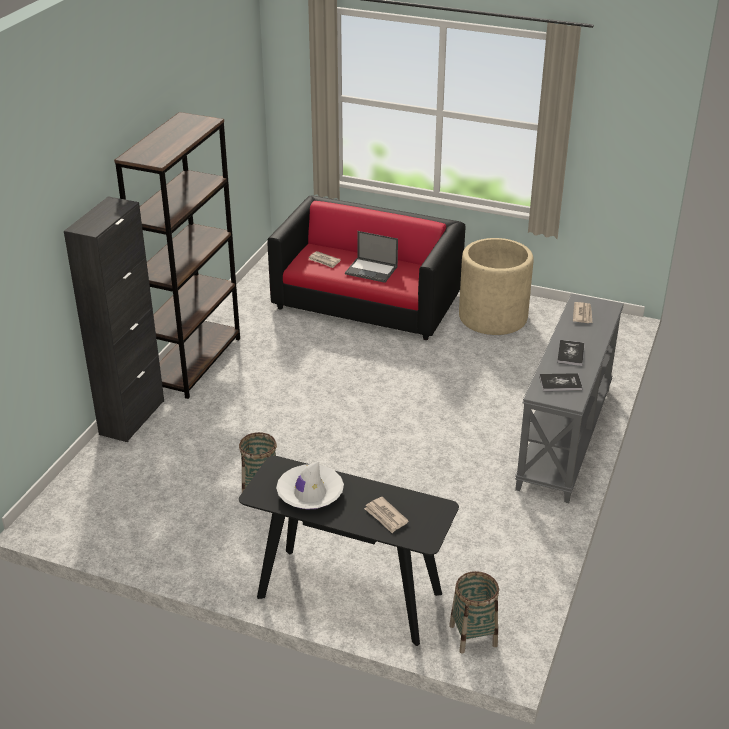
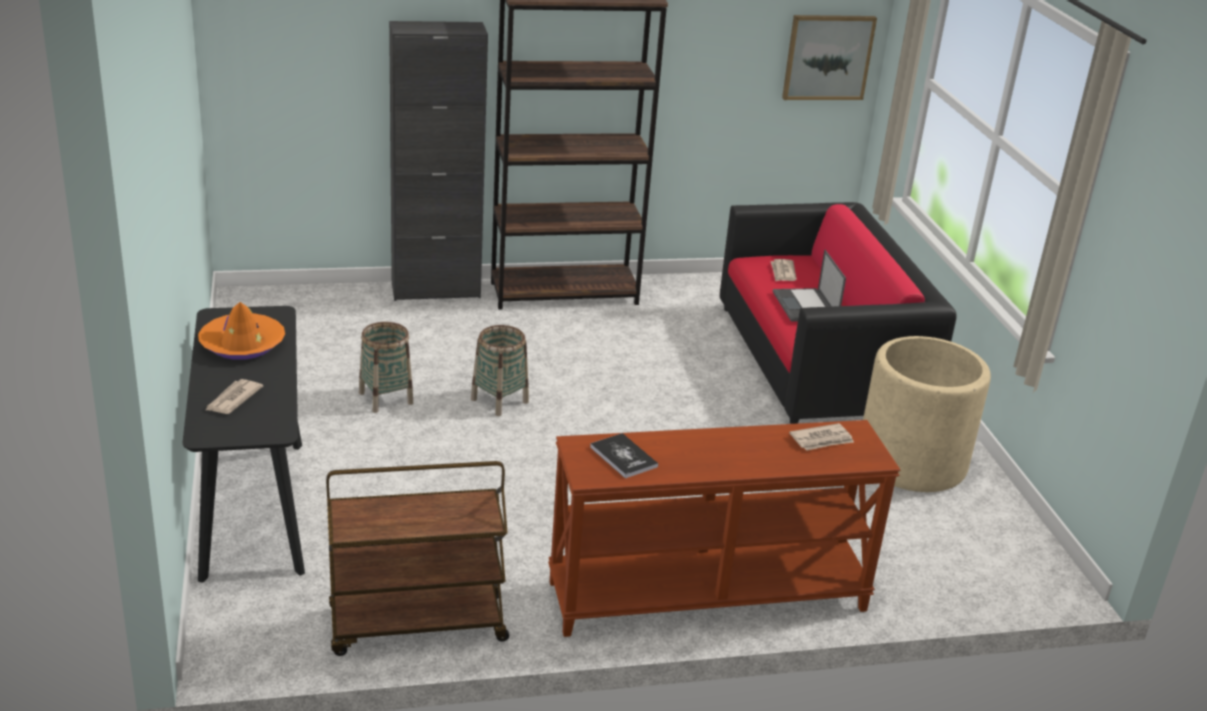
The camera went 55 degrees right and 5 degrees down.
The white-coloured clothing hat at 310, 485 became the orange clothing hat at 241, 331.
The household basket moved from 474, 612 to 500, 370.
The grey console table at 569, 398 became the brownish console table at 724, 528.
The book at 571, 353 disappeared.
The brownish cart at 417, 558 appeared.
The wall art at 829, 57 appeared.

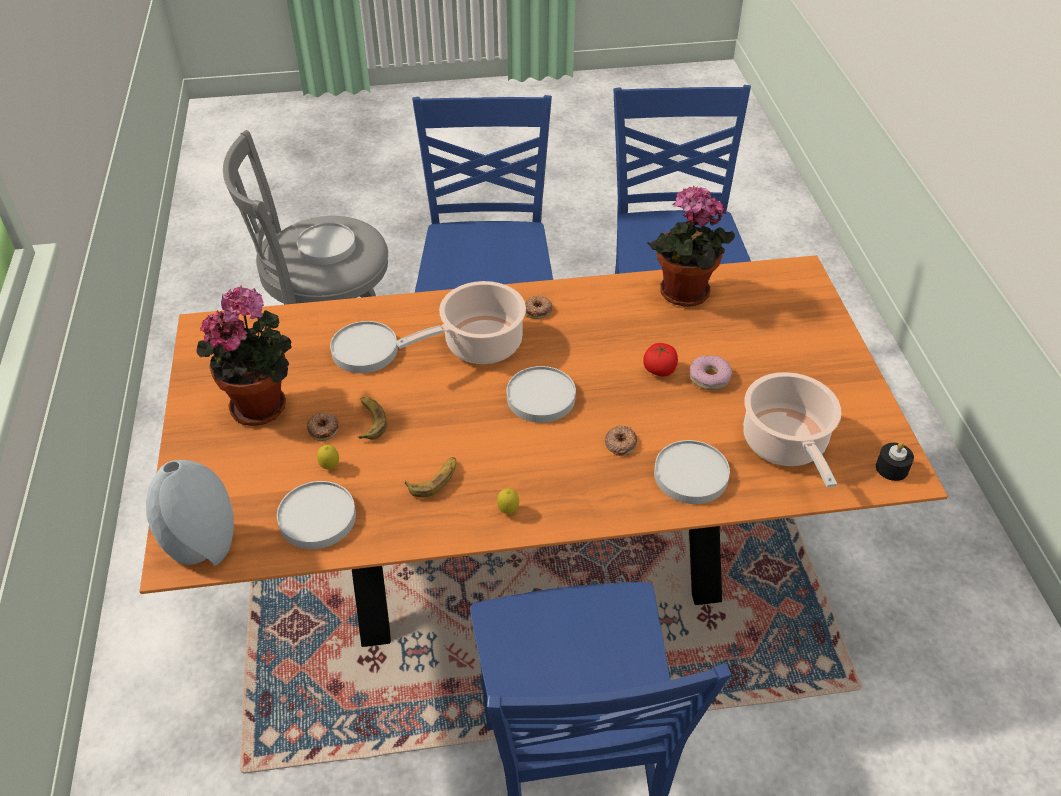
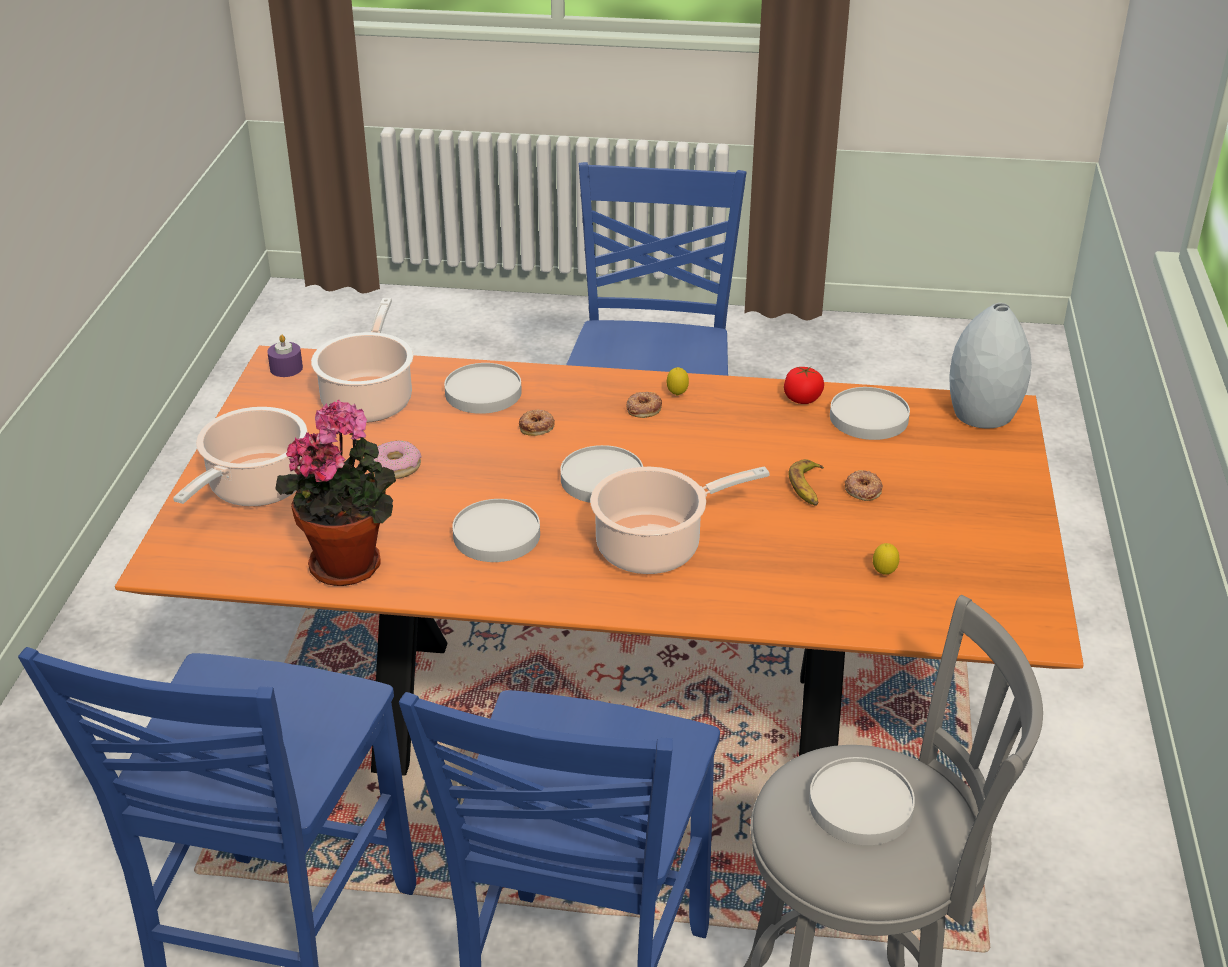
The camera went 165 degrees left and 10 degrees down.
The potted plant at 244, 355 disappeared.
The lemon moved from 328, 457 to 886, 559.
The white-coloured flat dish moved from 364, 347 to 496, 530.
The whole banana at 430, 477 disappeared.
The ring doughnut moved from 539, 307 to 644, 405.
The whole tomato moved from 660, 359 to 804, 385.
The blackish wax candle at 895, 461 became the purple wax candle at 285, 356.
The cooking pot at 240, 457 appeared.

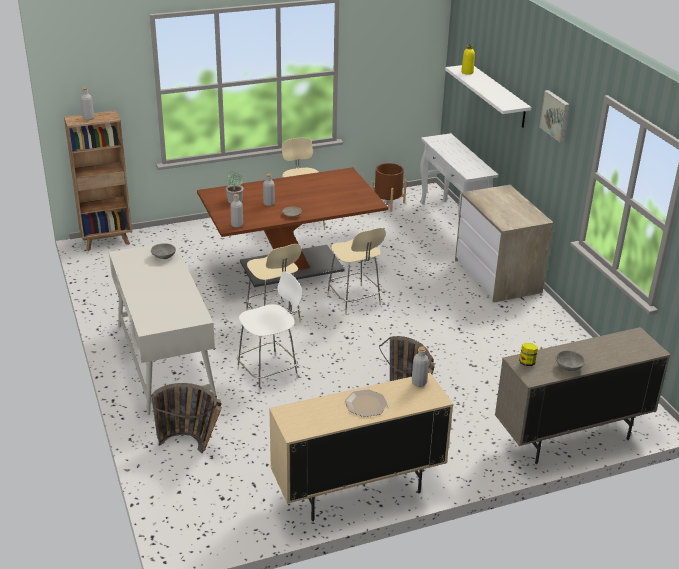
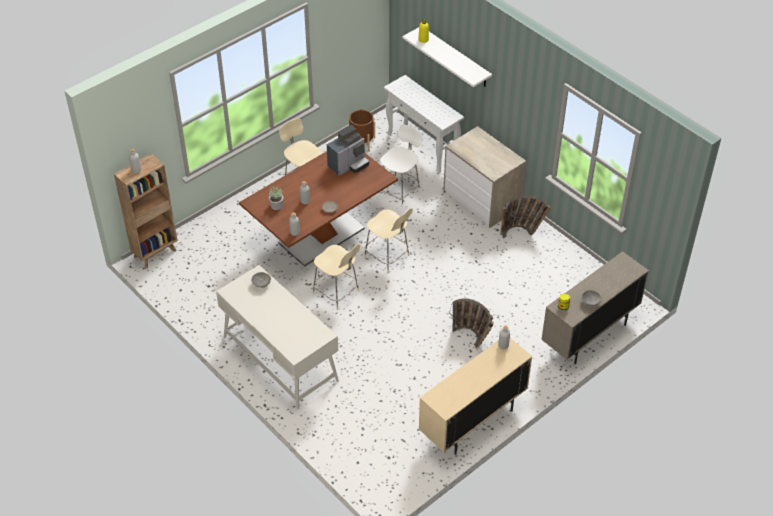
The camera went 20 degrees left and 15 degrees up.
The household basket moved from 186, 418 to 525, 216.
The white-coloured chair moved from 270, 332 to 400, 166.
The flat dish at 366, 403 disappeared.
The wall art at 554, 116 disappeared.
The coffee maker at 348, 150 appeared.

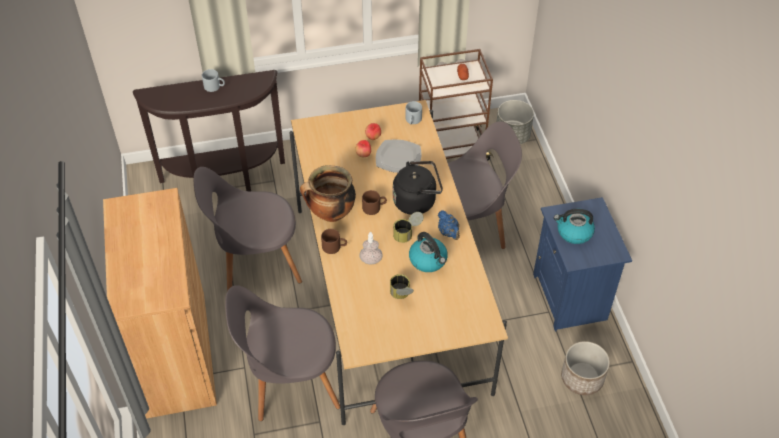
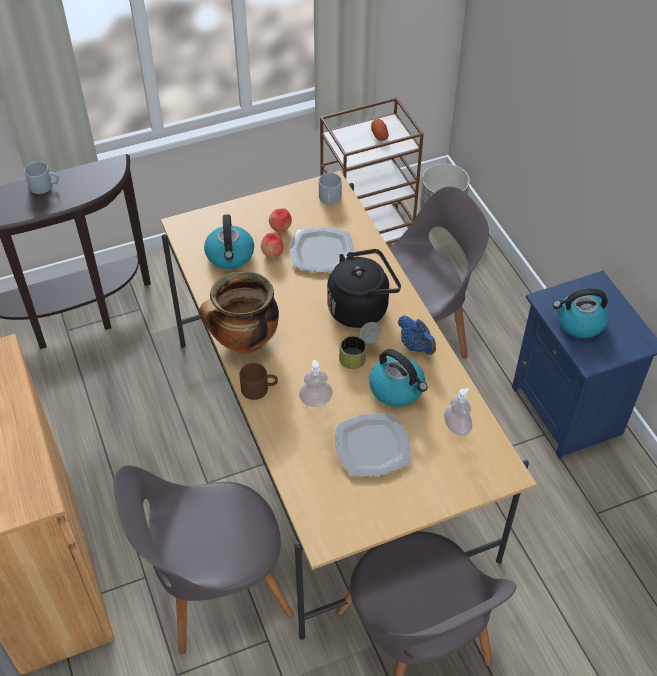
The camera went 10 degrees left and 0 degrees up.
The grey chair at 248, 229 disappeared.
The brownish tea mug at 374, 202 disappeared.
The can at 402, 286 was replaced by the flat dish at 373, 444.
The planter at 585, 368 disappeared.
The water kettle at 229, 242 appeared.
The soap dispenser at 458, 412 appeared.

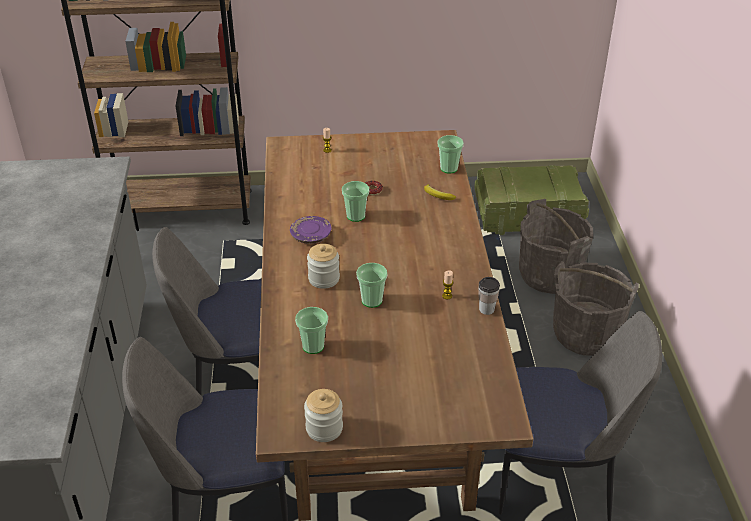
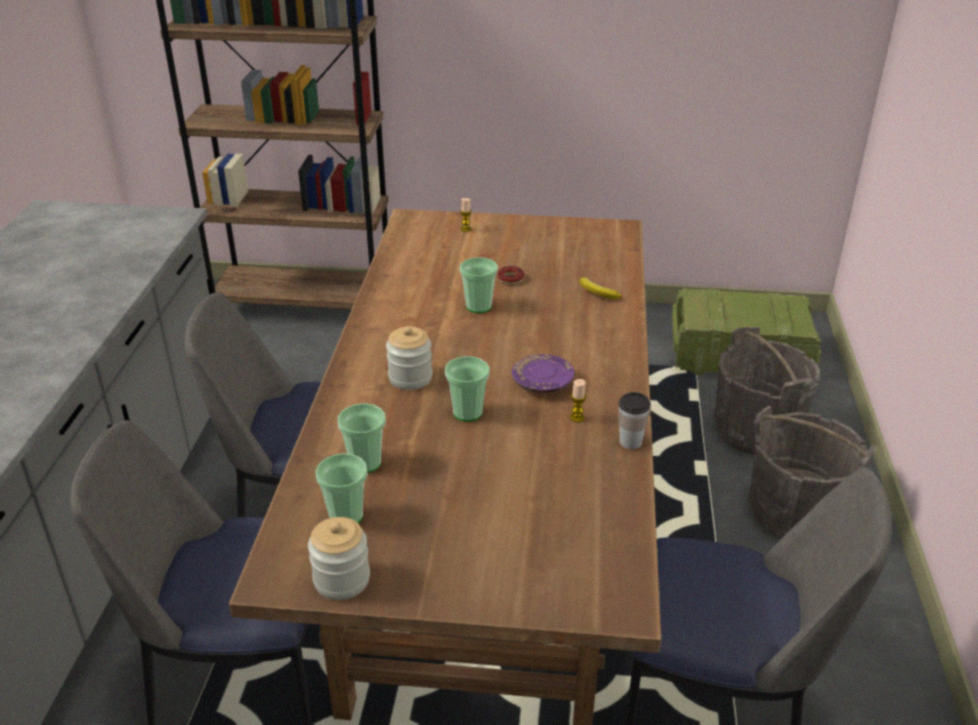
The camera went 10 degrees right and 5 degrees down.
The purple flat dish moved from 311, 230 to 543, 373.
The small cup moved from 451, 154 to 341, 488.

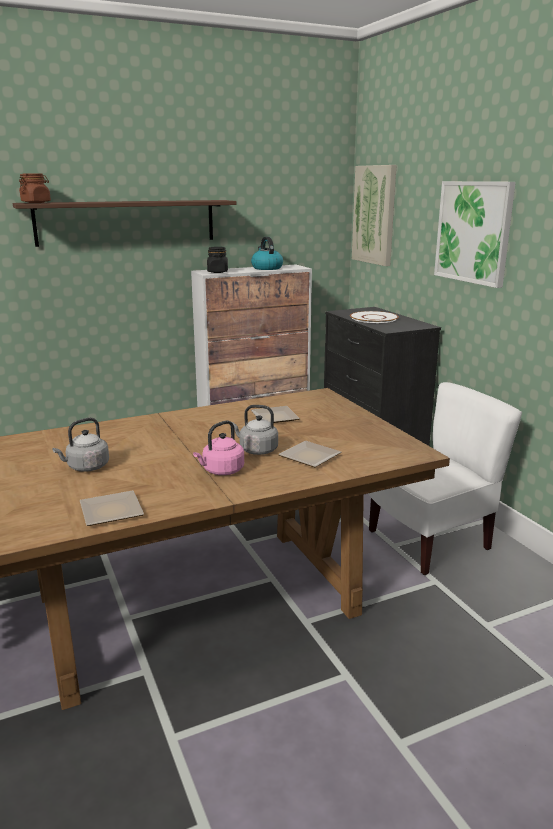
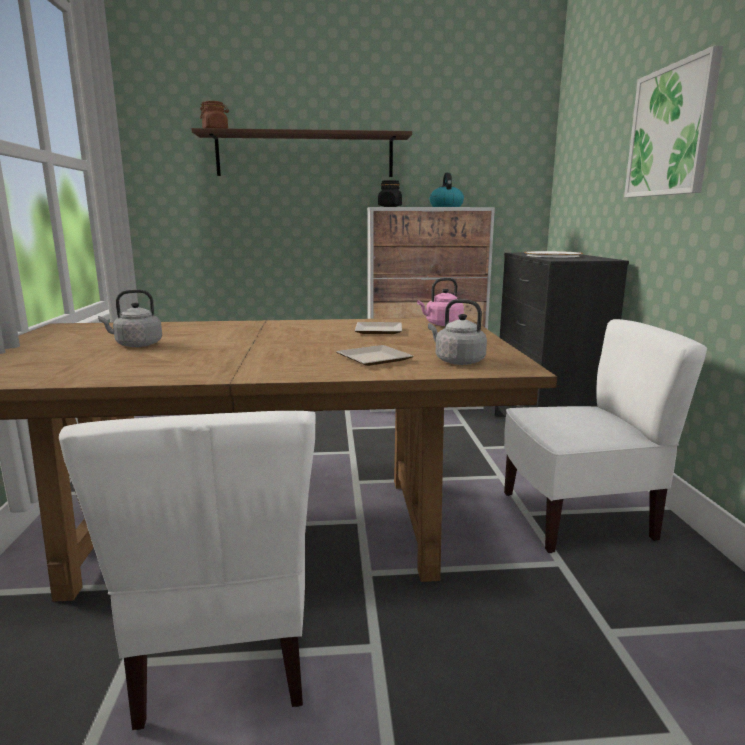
The camera went 20 degrees right and 5 degrees down.
The flat dish at 112, 508 disappeared.
The pinkish water kettle moved from 218, 447 to 440, 302.
The grey water kettle moved from 255, 430 to 457, 332.
The wall art at 374, 215 disappeared.
The white-coloured chair at 187, 570 appeared.

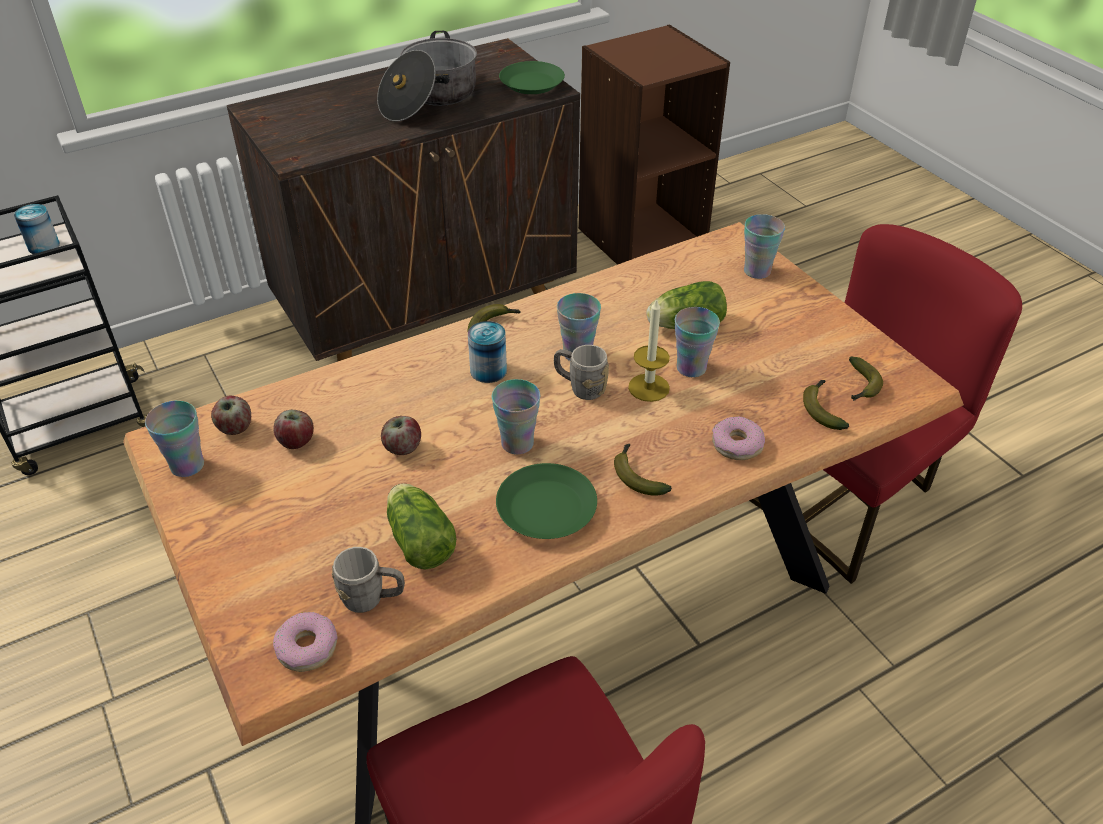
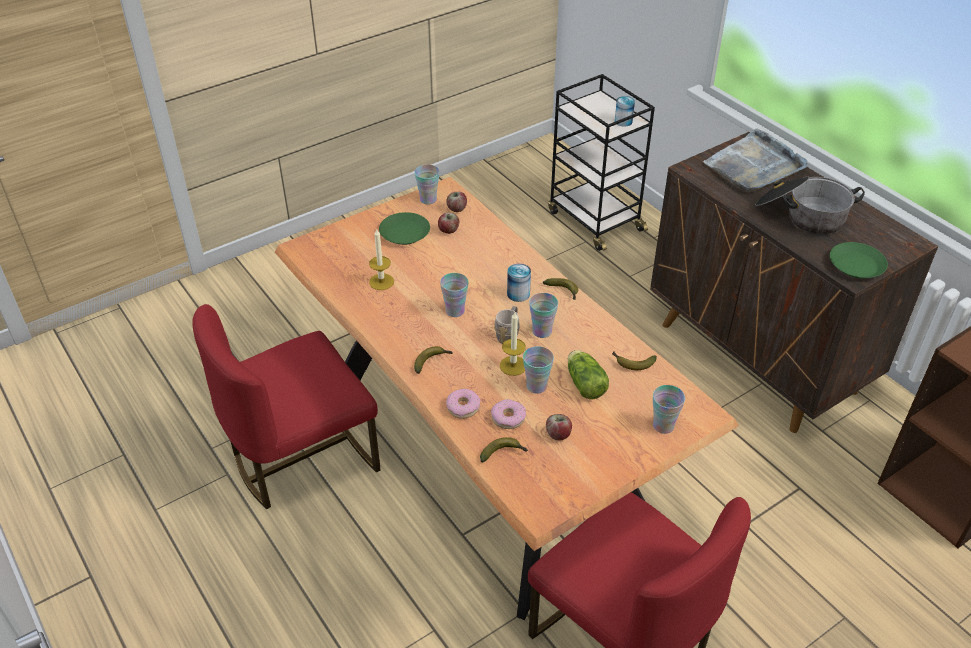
The camera went 85 degrees right and 0 degrees up.
The ring doughnut moved from 305, 642 to 508, 414.
The grey tea mug at 368, 580 disappeared.
The apple moved from 401, 435 to 559, 427.
The lettuce head at 421, 526 was replaced by the wax candle at 381, 259.
The green flat dish moved from 546, 501 to 404, 228.
The whole banana moved from 866, 378 to 634, 360.
The grey serving tray at 755, 160 appeared.

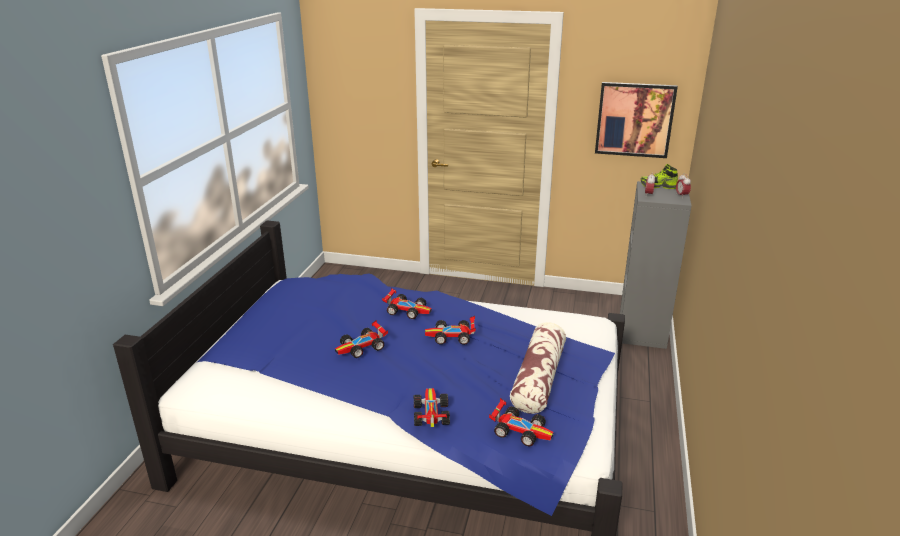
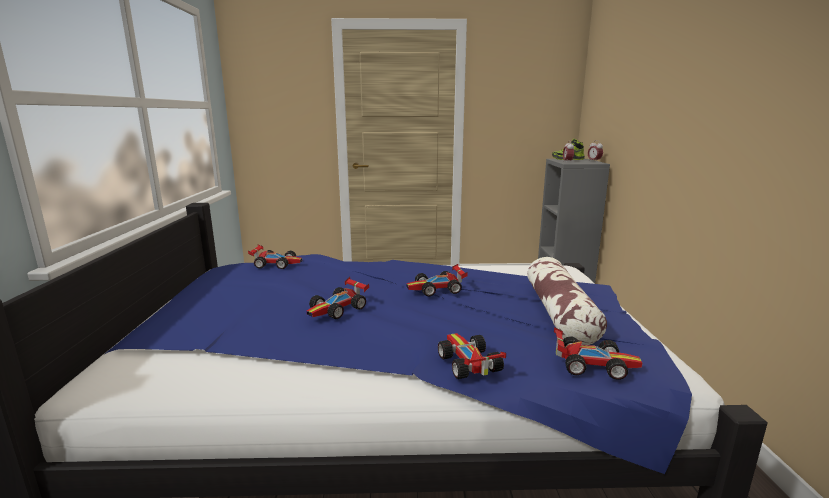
The camera went 15 degrees left and 10 degrees down.
The toy car moved from 407, 303 to 275, 256.
The wall art at 636, 120 disappeared.

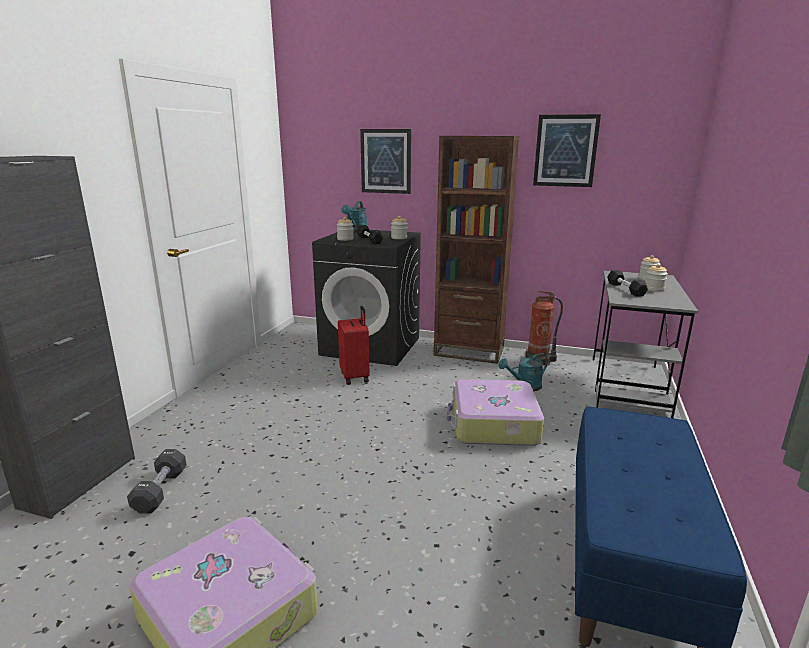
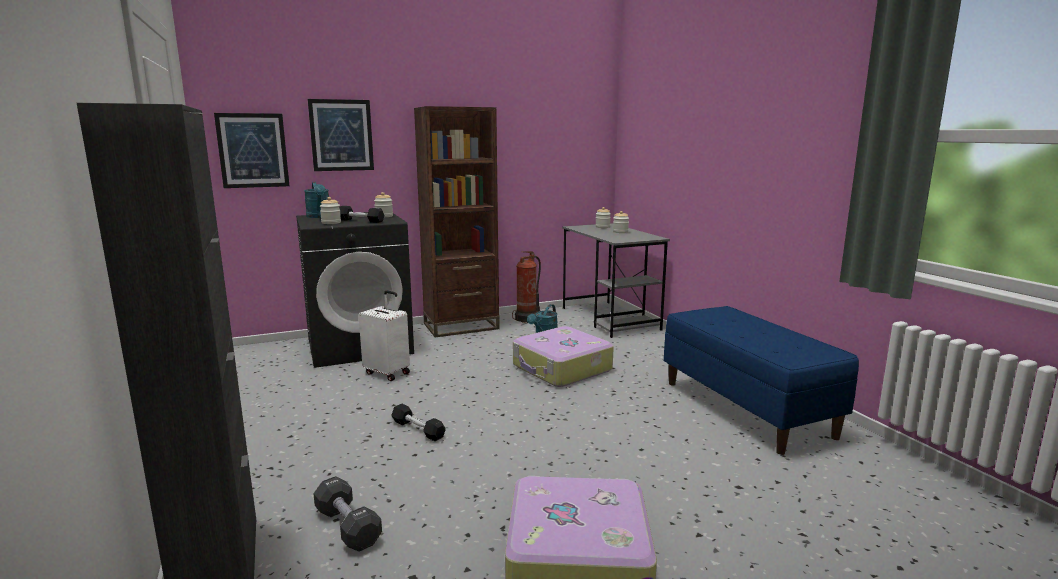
The camera went 40 degrees left and 5 degrees down.
The red suitcase at 354, 345 became the white-coloured suitcase at 384, 335.
The wall art moved from 567, 150 to 251, 150.
The blackish hand weight moved from 627, 283 to 418, 422.

